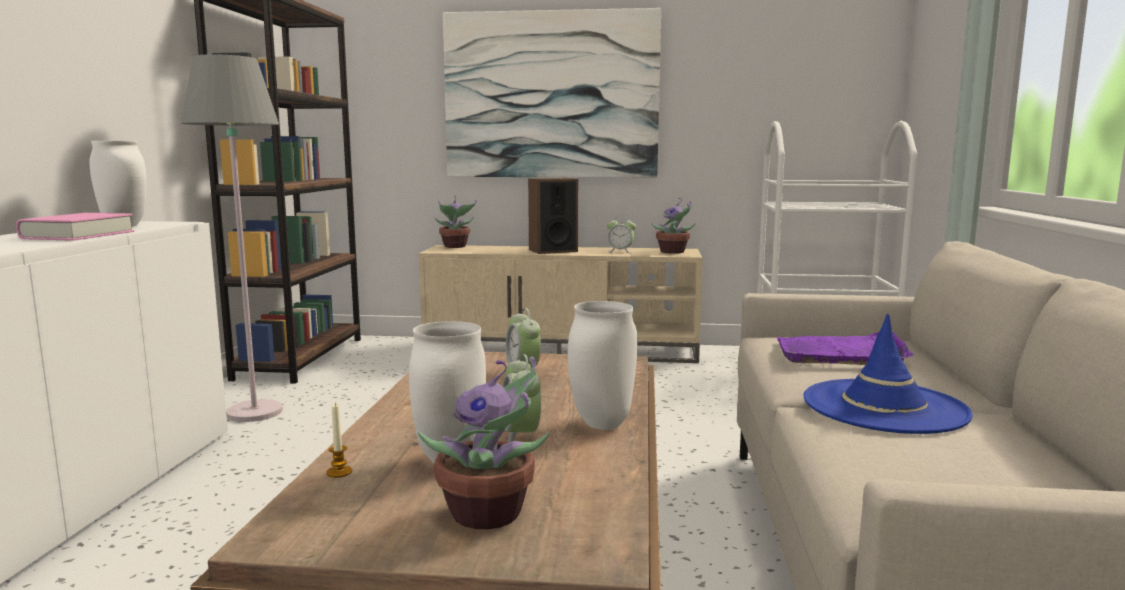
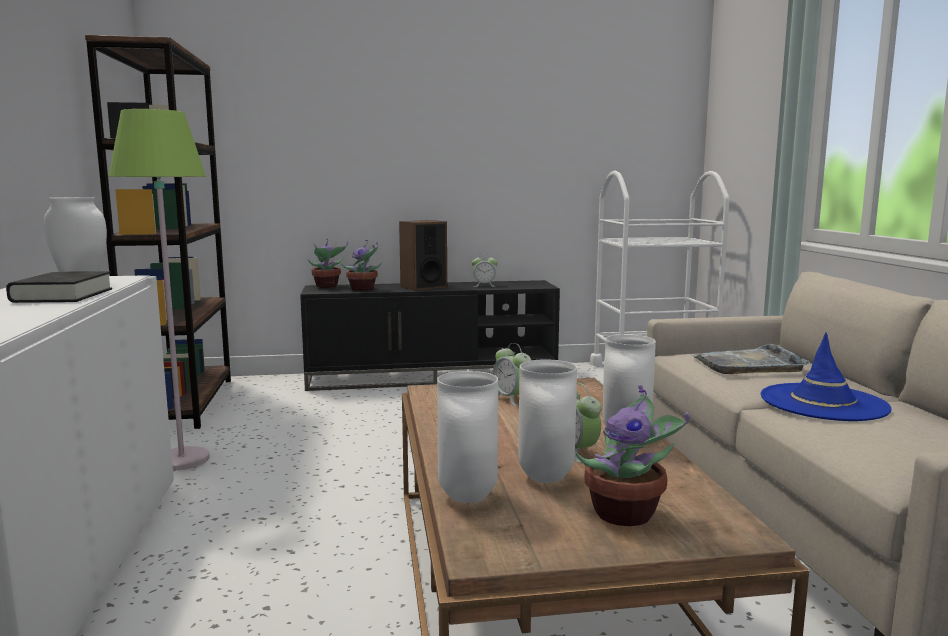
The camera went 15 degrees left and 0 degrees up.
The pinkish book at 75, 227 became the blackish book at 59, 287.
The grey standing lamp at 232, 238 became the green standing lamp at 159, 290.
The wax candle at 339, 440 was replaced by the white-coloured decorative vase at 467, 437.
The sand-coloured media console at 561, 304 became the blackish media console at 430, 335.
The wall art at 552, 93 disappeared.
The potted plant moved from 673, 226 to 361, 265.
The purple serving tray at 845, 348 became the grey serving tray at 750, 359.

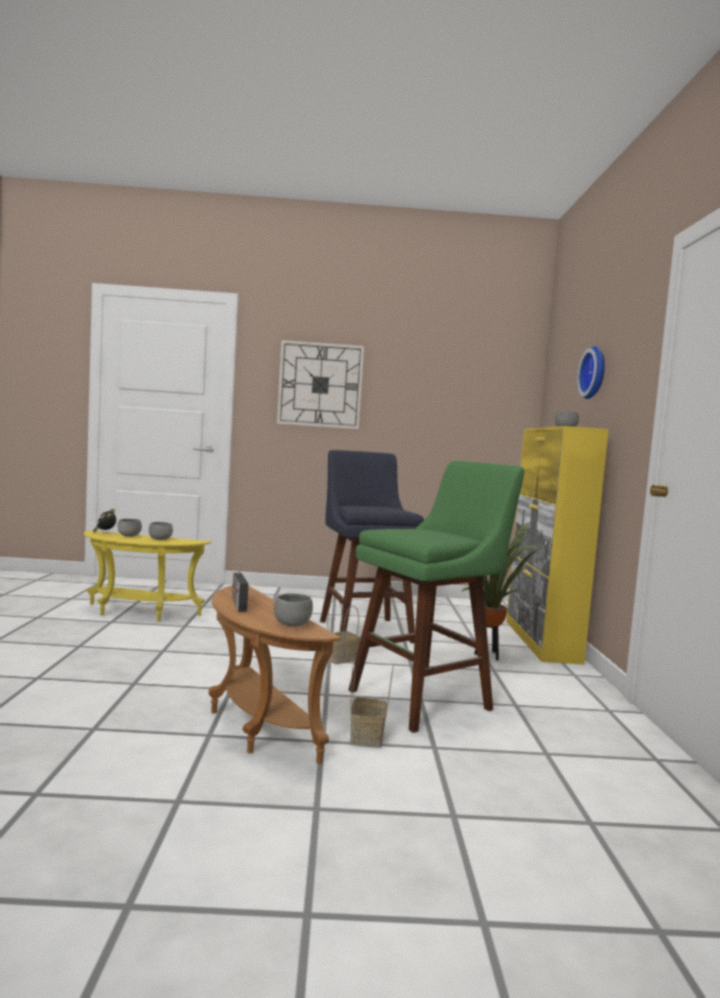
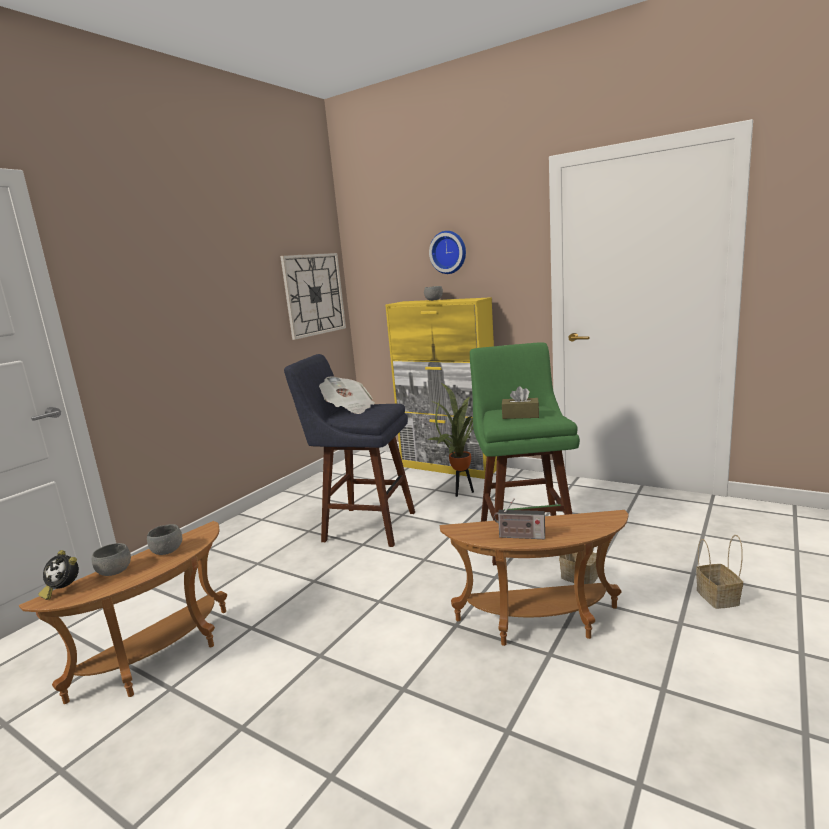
The camera went 55 degrees left and 10 degrees up.
The yellow end table at 147, 576 became the brownish end table at 123, 612.
The grey bowl at 293, 610 disappeared.
The clock on the wall moved from 320, 384 to 313, 296.
The household basket moved from 344, 631 to 719, 572.
The daily paper at 347, 395 appeared.
The brownish box of tissues at 520, 402 appeared.

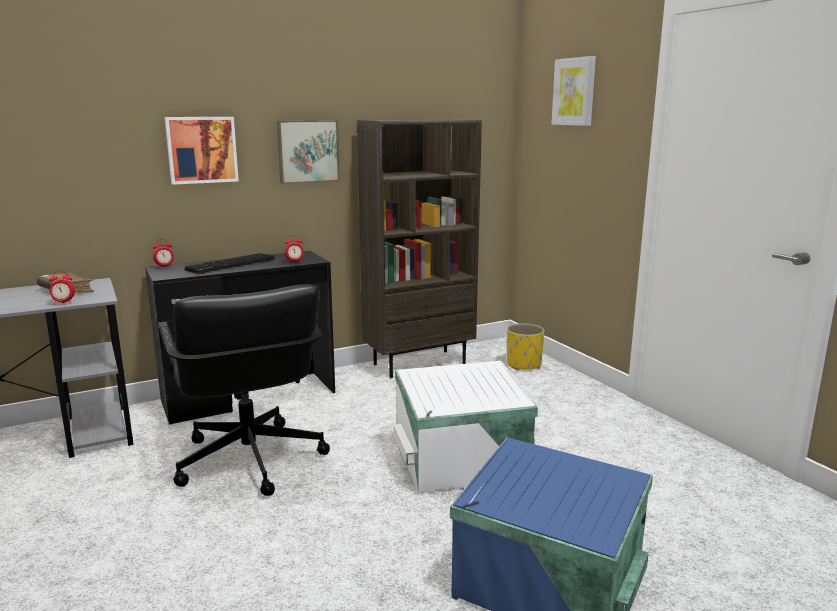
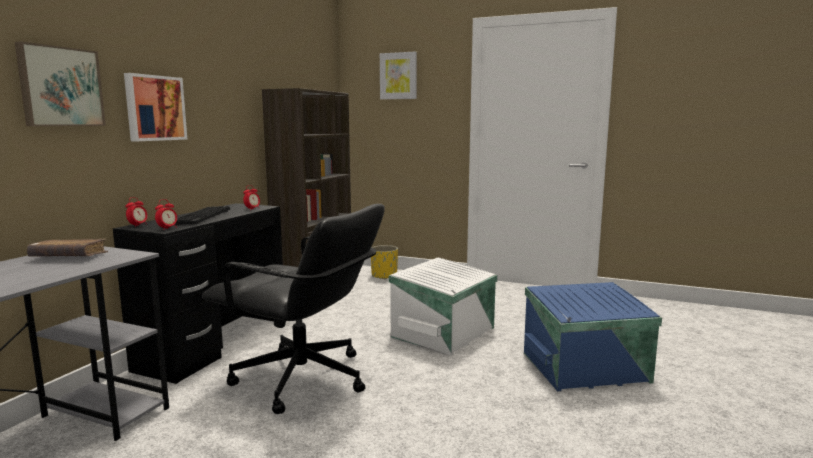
The camera went 40 degrees left and 5 degrees down.
The table clock moved from 62, 288 to 166, 214.
The wall art moved from 308, 152 to 60, 83.

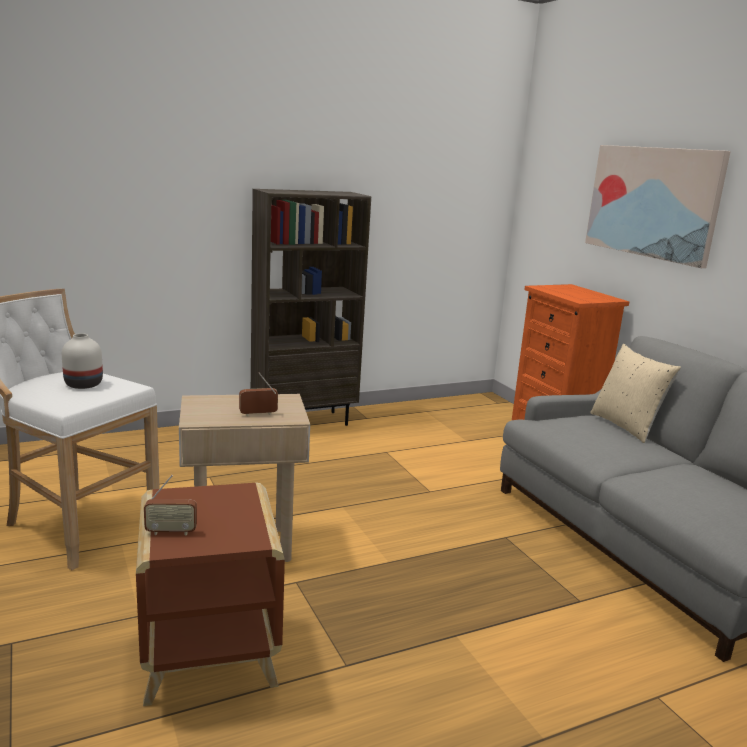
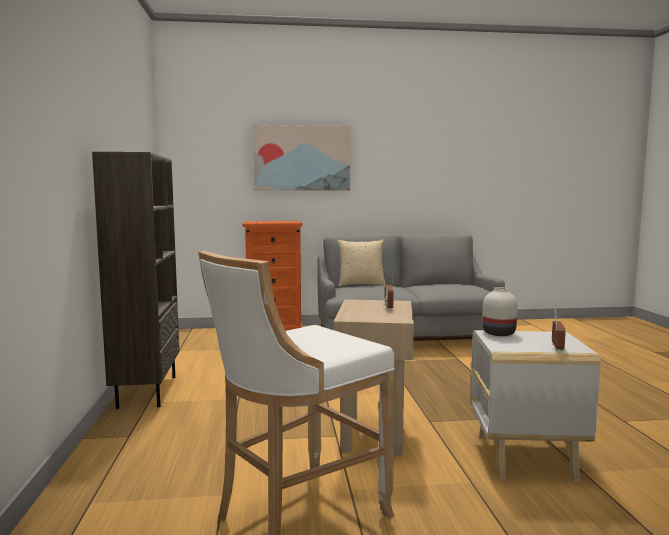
The camera went 70 degrees left and 10 degrees down.
The white-coloured decorative vase moved from 82, 361 to 500, 311.
The brownish end table at 210, 594 became the white-coloured end table at 535, 406.

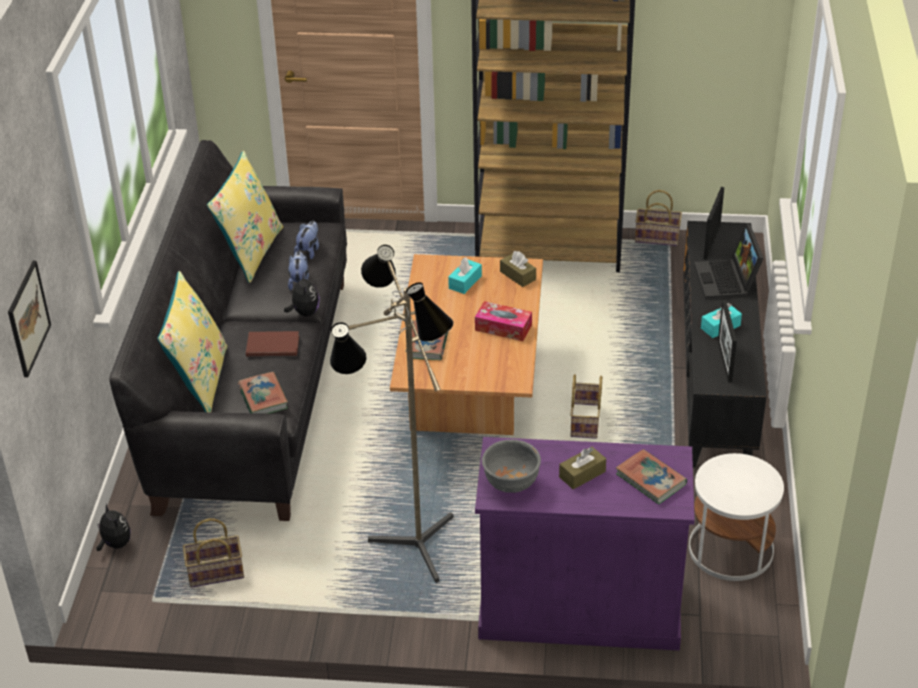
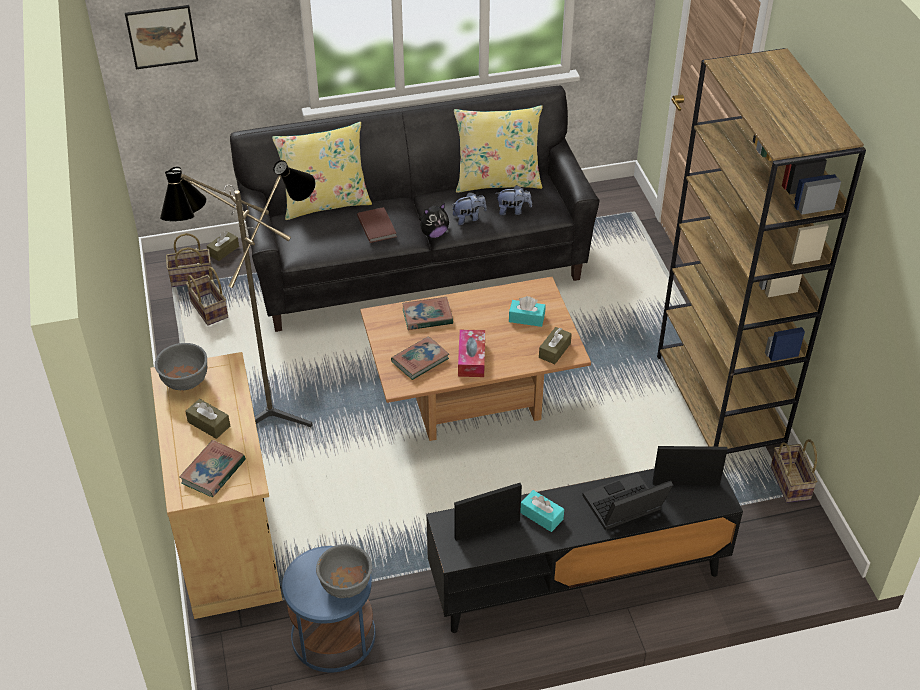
The camera went 70 degrees right and 5 degrees up.
The soft toy at 113, 527 was replaced by the brownish box of tissues at 223, 246.
The book moved from 263, 393 to 420, 358.
The purple cupboard at 585, 544 became the sand-coloured cupboard at 216, 485.
The household basket moved from 586, 406 to 189, 260.
The white-coloured end table at 736, 517 became the blue end table at 328, 609.
The grey bowl at 344, 571 appeared.

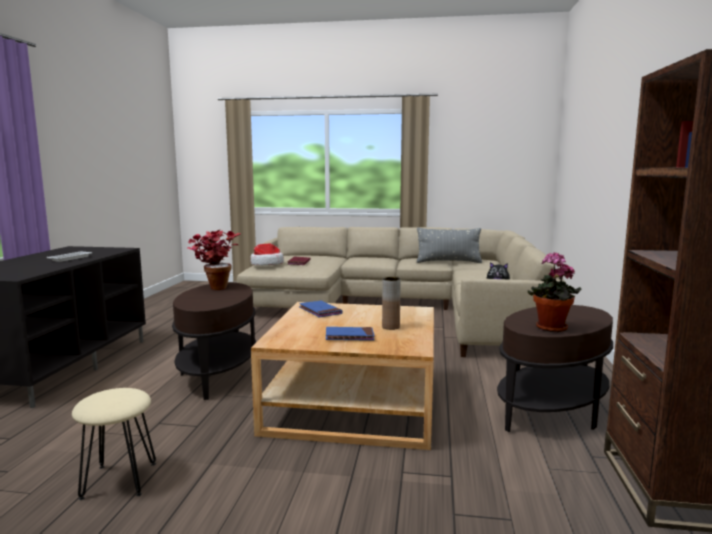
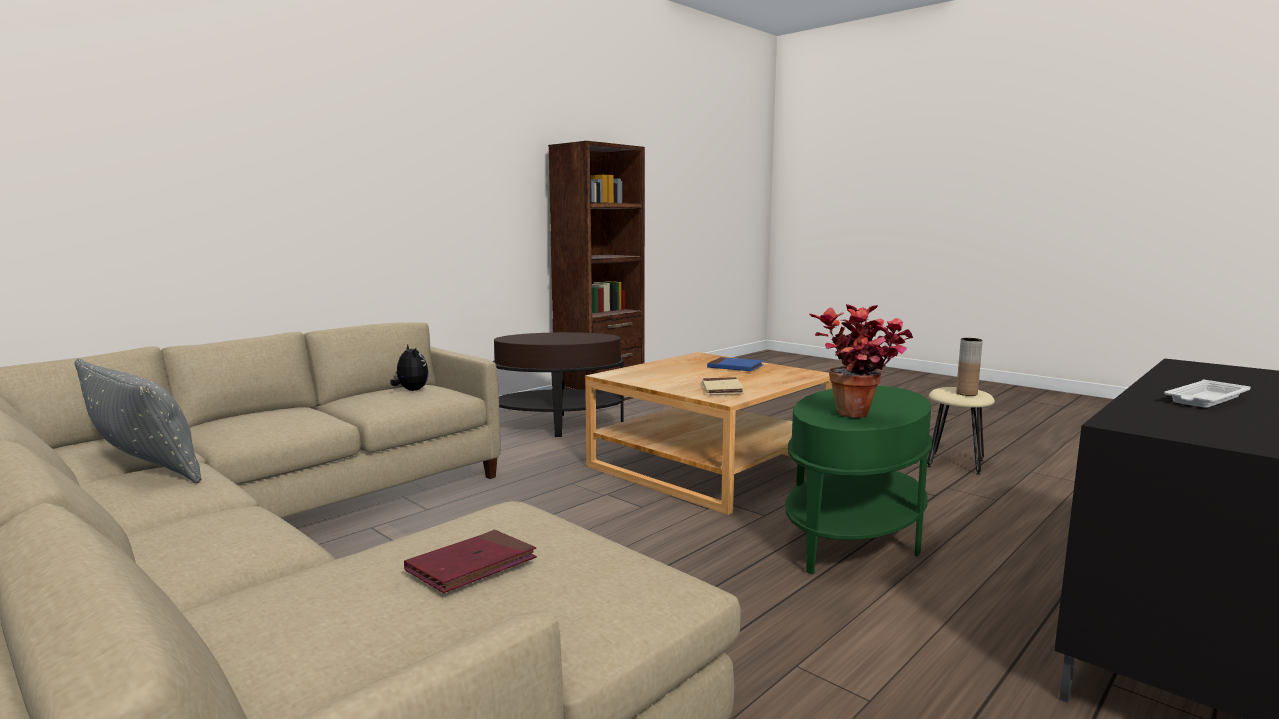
The camera went 145 degrees left and 0 degrees up.
The brownish end table at 214, 341 became the green end table at 858, 480.
The clothing hat at 267, 255 disappeared.
The blue book at 320, 309 became the sand-coloured book at 723, 386.
The brownish decorative vase moved from 391, 303 to 969, 367.
The potted plant at 554, 292 disappeared.

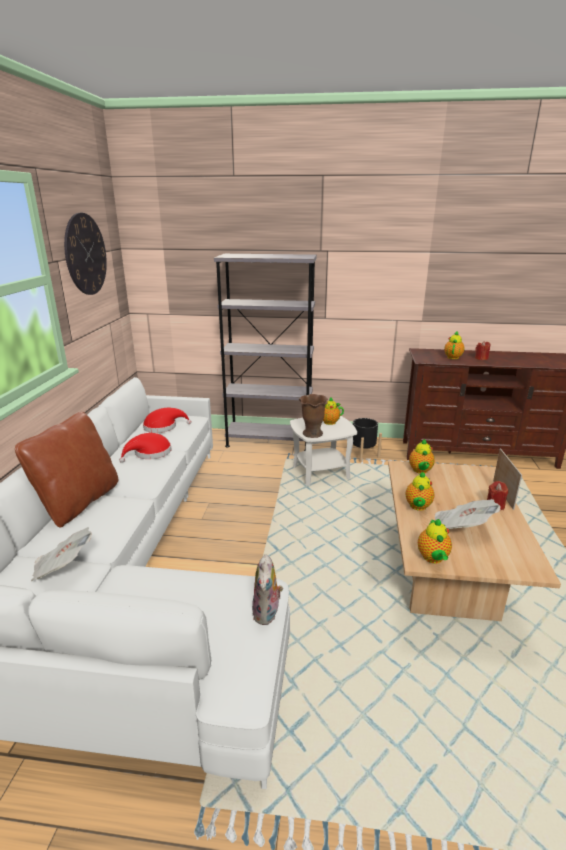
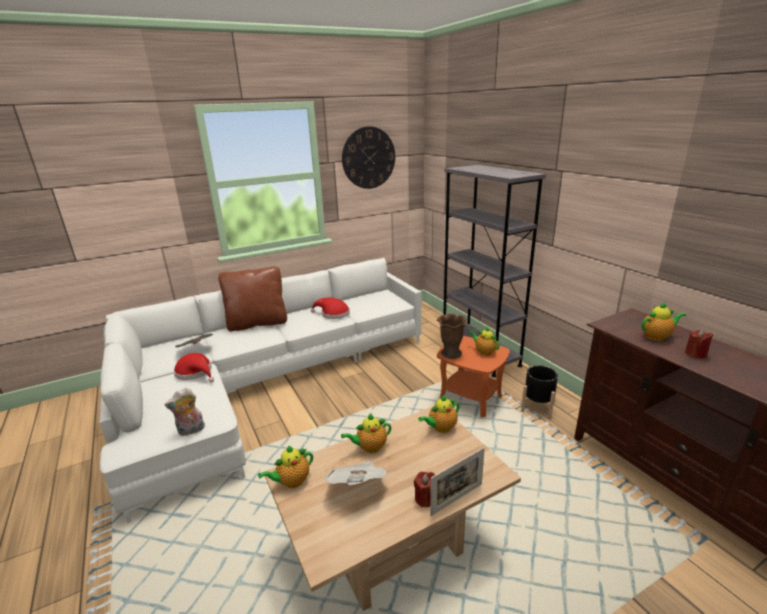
The camera went 55 degrees right and 0 degrees up.
The red clothing hat moved from 167, 420 to 194, 367.
The white-coloured end table at 323, 451 became the orange end table at 473, 376.

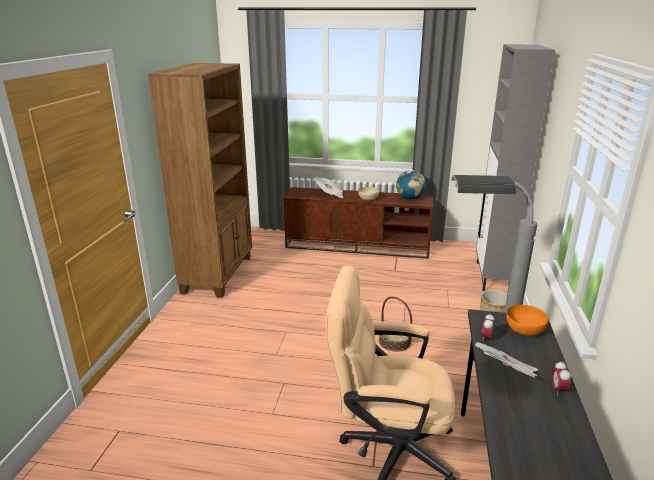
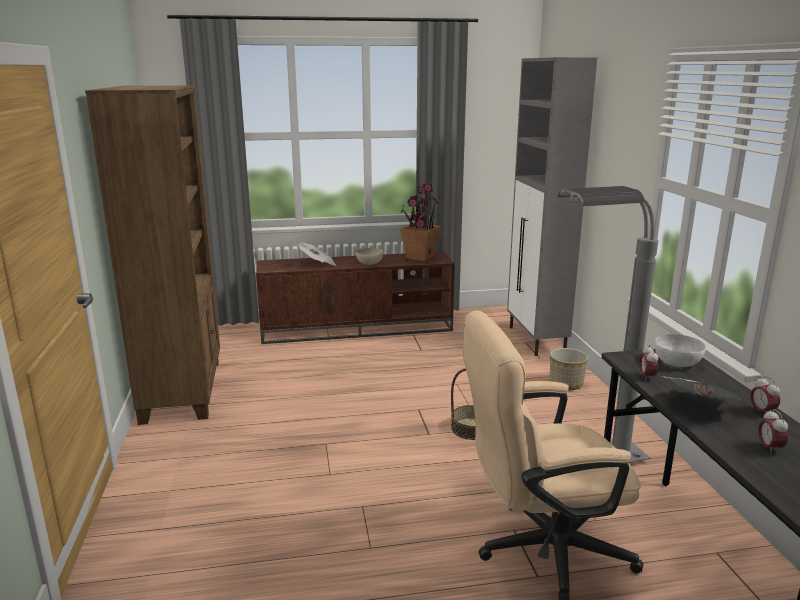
The camera went 20 degrees left and 5 degrees down.
The desk globe at 411, 184 was replaced by the potted plant at 420, 222.
The orange bowl at 527, 320 became the white-coloured bowl at 680, 350.
The table clock at 773, 431 appeared.

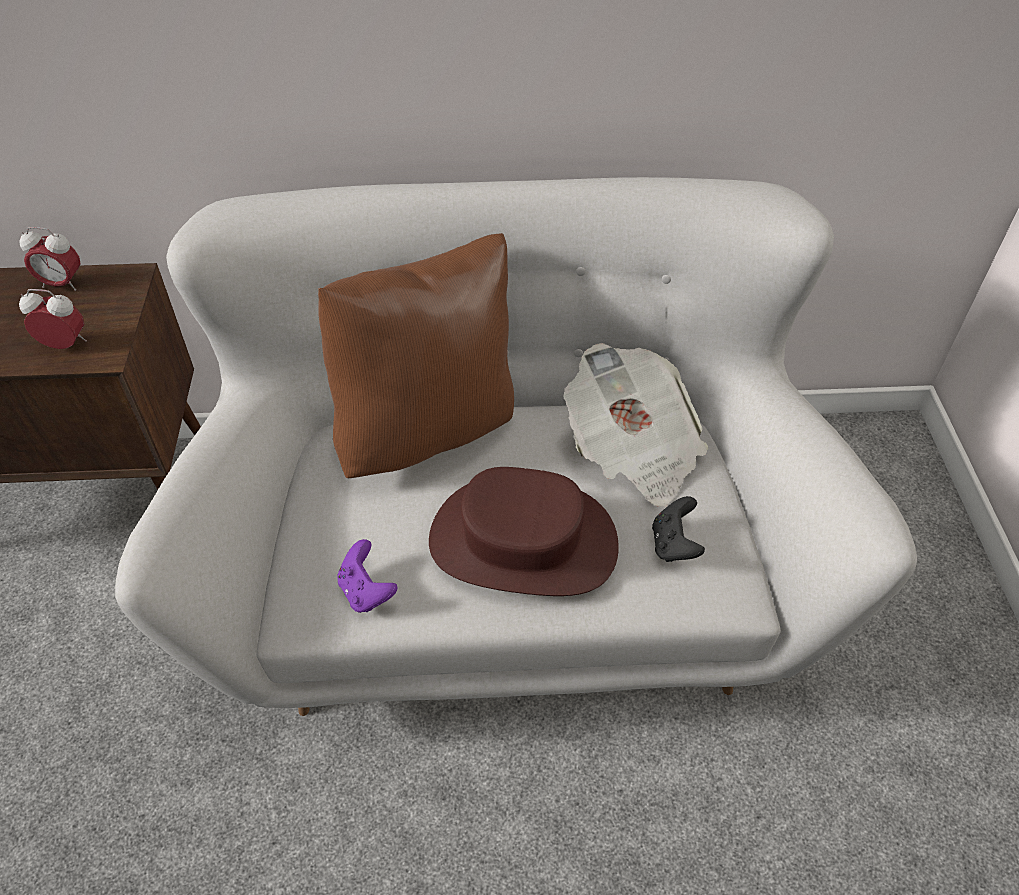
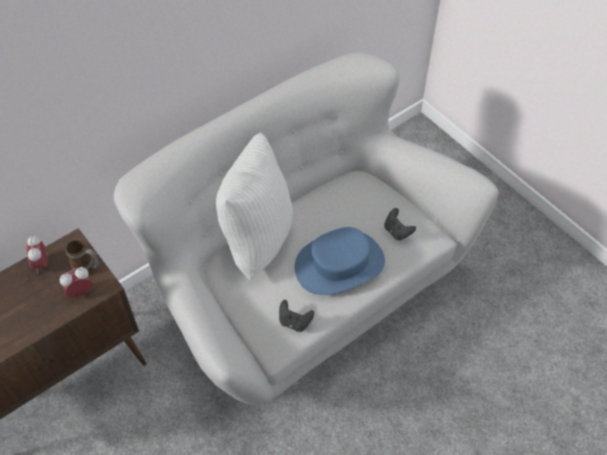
The camera went 35 degrees left and 5 degrees up.
The table clock at 50, 259 turned 105 degrees clockwise.
The brownish pillow at 416, 355 became the white-coloured pillow at 254, 206.
The purple joypad at 367, 576 became the blackish joypad at 296, 316.
The brownish clothing hat at 524, 531 became the blue clothing hat at 340, 261.
The daily paper at 636, 424 disappeared.
The tea mug at 82, 256 appeared.

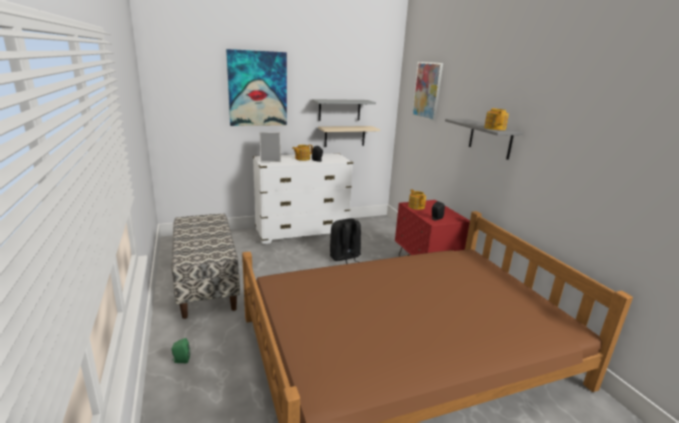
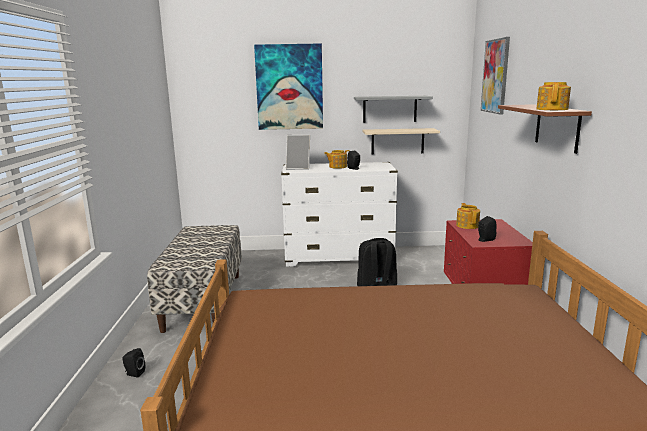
The camera went 20 degrees right and 5 degrees down.
The green loudspeaker at 181, 350 became the blackish loudspeaker at 133, 362.
The grey shelf at 484, 139 became the brownish shelf at 545, 129.

